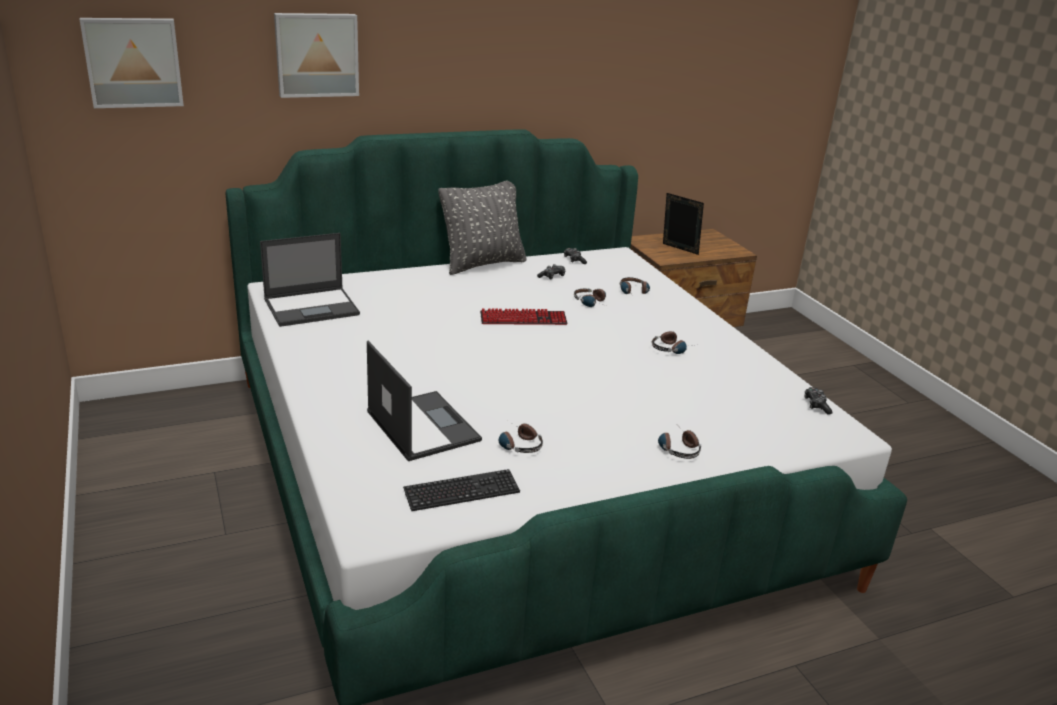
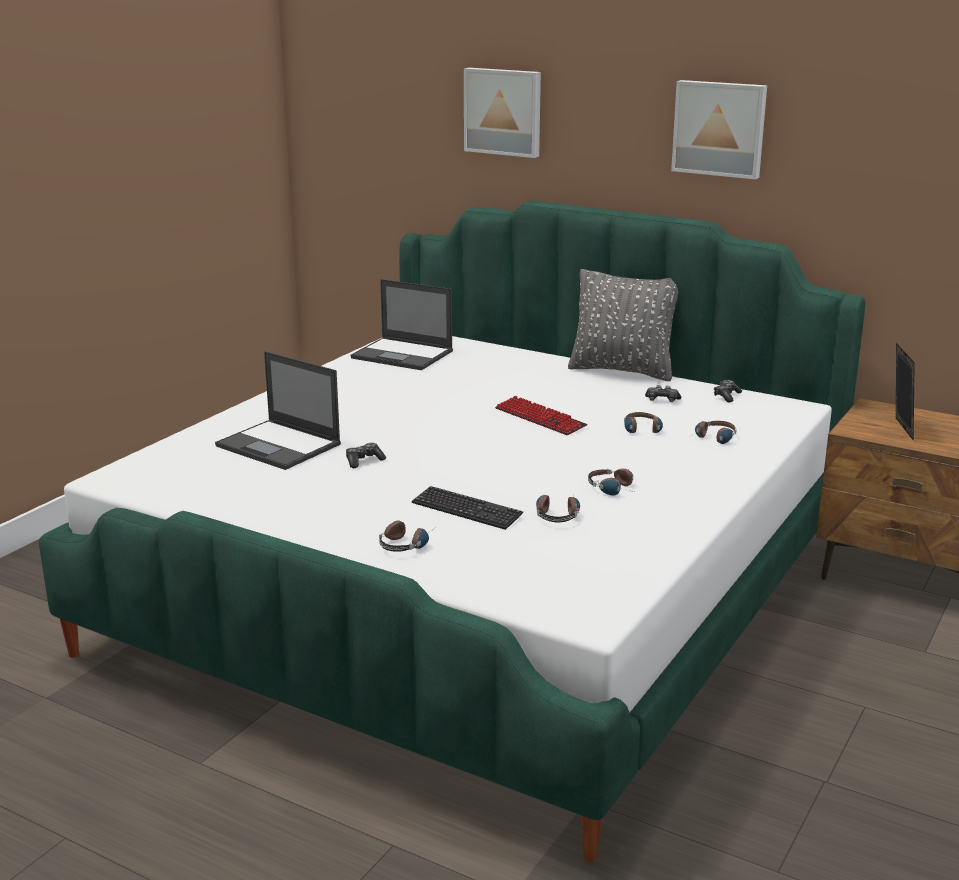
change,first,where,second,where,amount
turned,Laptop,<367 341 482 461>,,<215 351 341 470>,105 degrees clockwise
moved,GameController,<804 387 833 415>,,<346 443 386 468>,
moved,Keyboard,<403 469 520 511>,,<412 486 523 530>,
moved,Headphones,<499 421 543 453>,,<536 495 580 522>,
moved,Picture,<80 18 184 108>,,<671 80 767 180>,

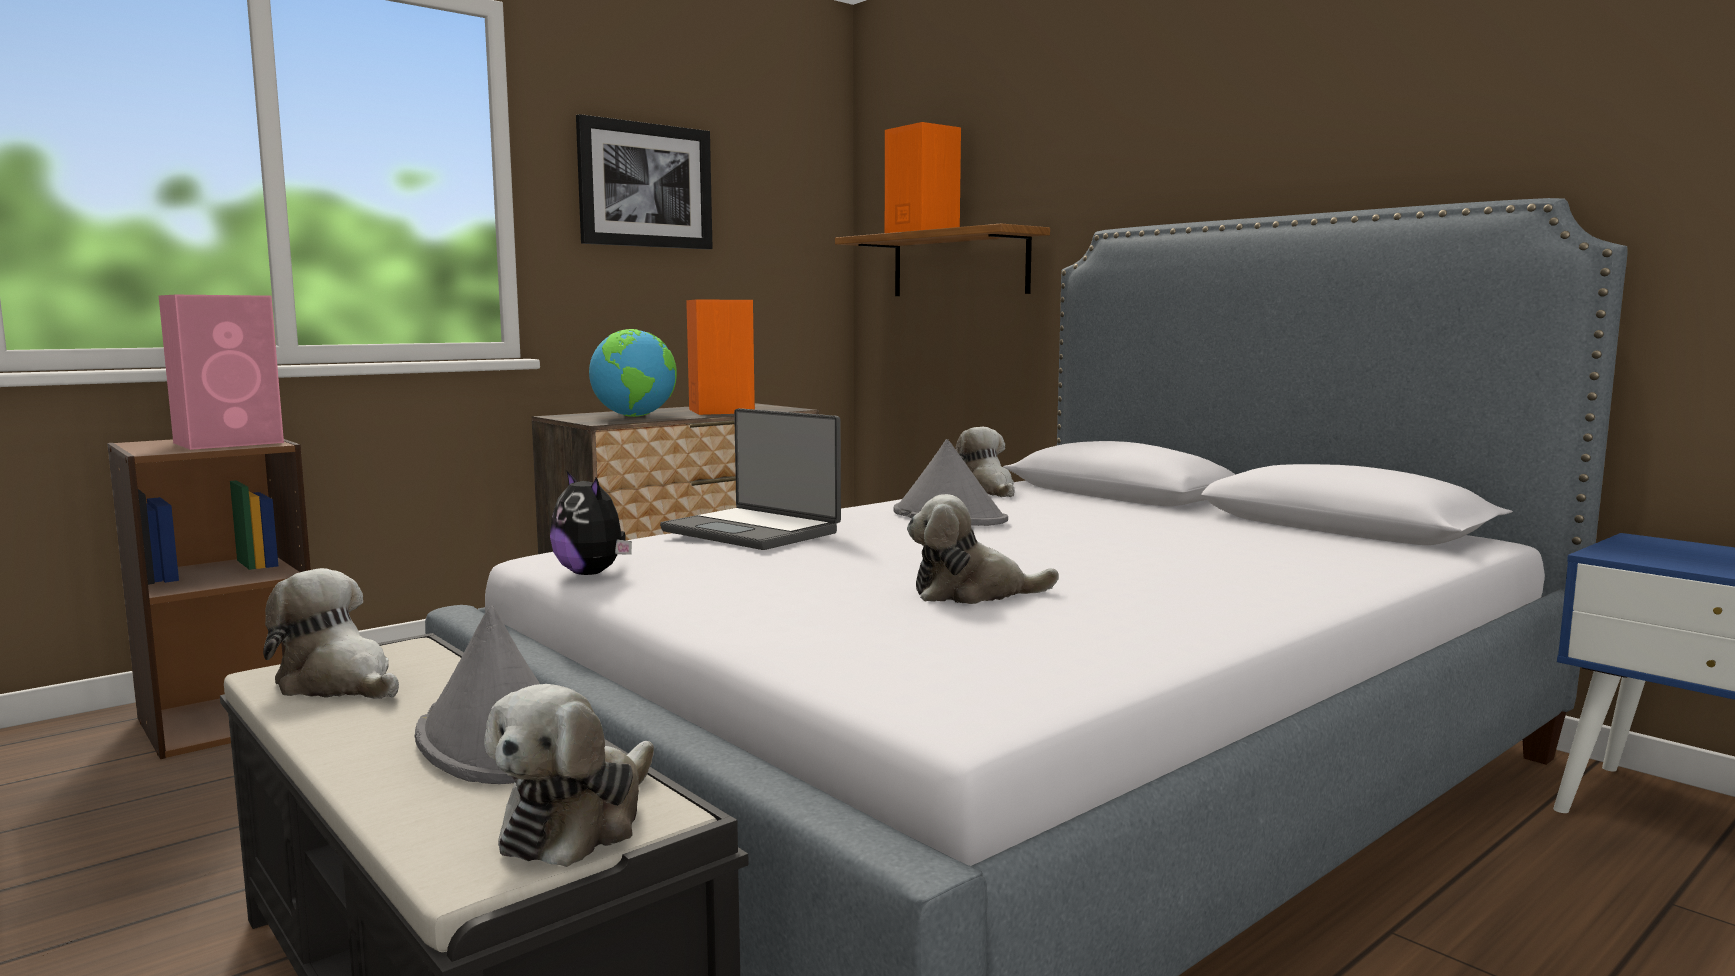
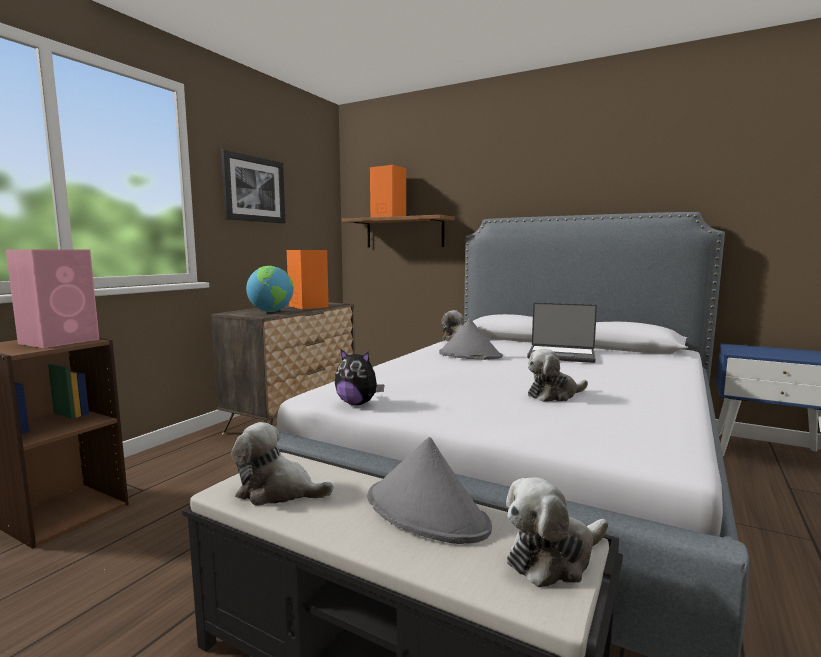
change,first,where,second,where,amount
turned,PlushToy,<484 684 654 867>,,<506 477 608 587>,60 degrees clockwise
moved,Laptop,<660 408 841 550>,,<527 302 597 363>,

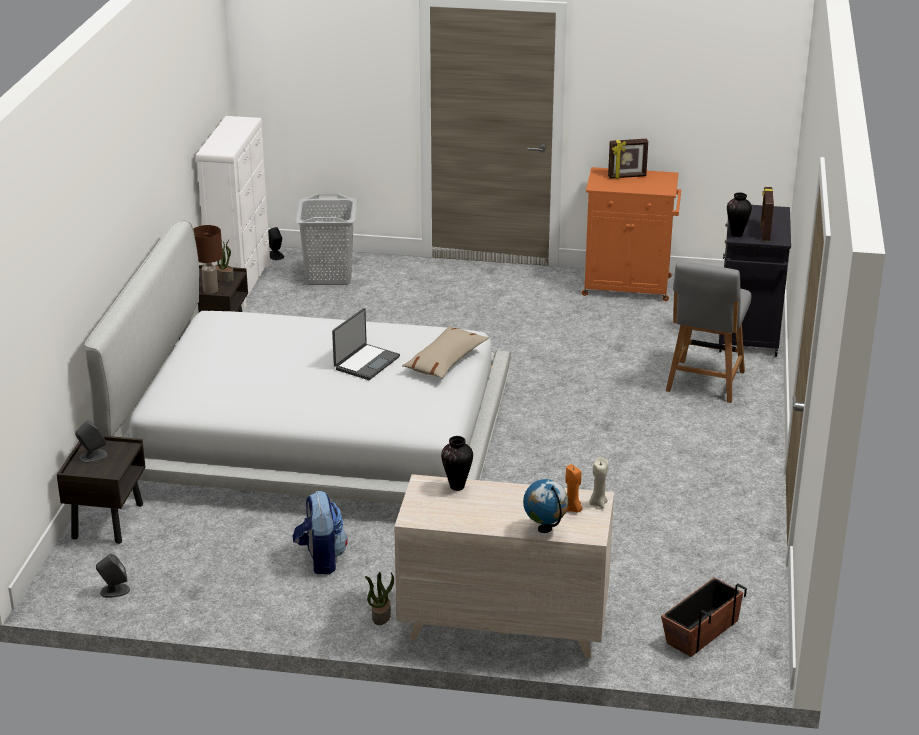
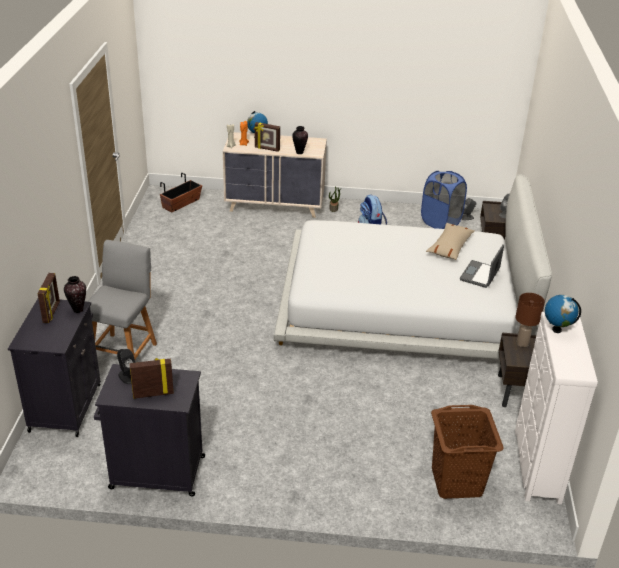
change,first,where,second,where,amount
recoloured,OrangeCabinet,<582 167 681 301>,BlackCabinet,<94 364 205 497>,
moved,BlackSpeaker,<268 227 284 260>,,<117 349 136 384>,
added,,,PictureFrame,<254 122 280 152>,
added,,,BlueLaundryBasket,<421 171 467 229>,
moved,BeigePillow,<402 327 489 379>,,<426 223 475 260>,
recoloured,GreyLaundryBasket,<295 194 357 285>,BrownLaundryBasket,<431 405 504 499>,
moved,Laptop,<332 308 400 380>,,<460 244 504 288>,
added,,,Globe,<545 295 581 333>,
removed,PottedPlant,<215 240 234 282>,,,

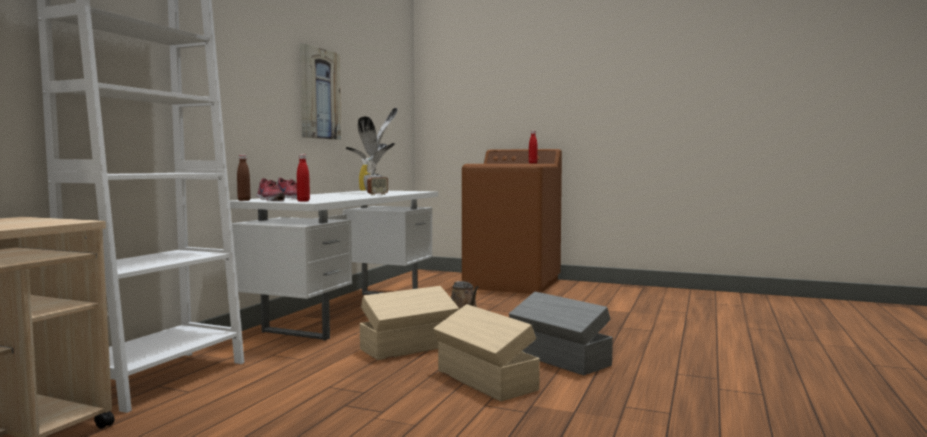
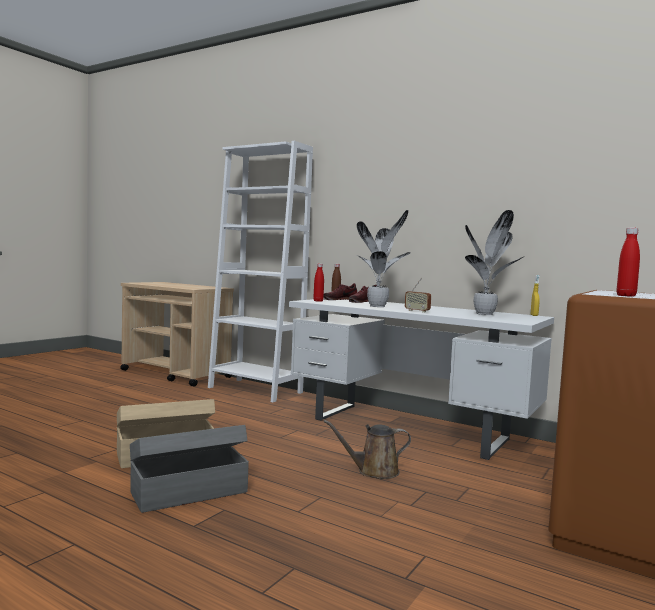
change,first,where,second,where,amount
added,,,PottedPlant,<356 210 411 307>,
removed,Picture,<300 43 341 140>,,,
removed,BeigeStorageBox,<360 286 459 360>,,,

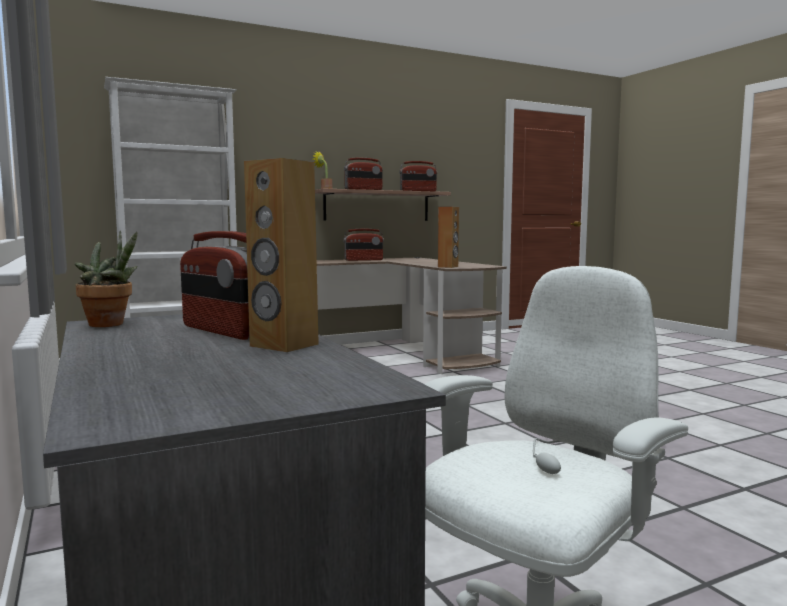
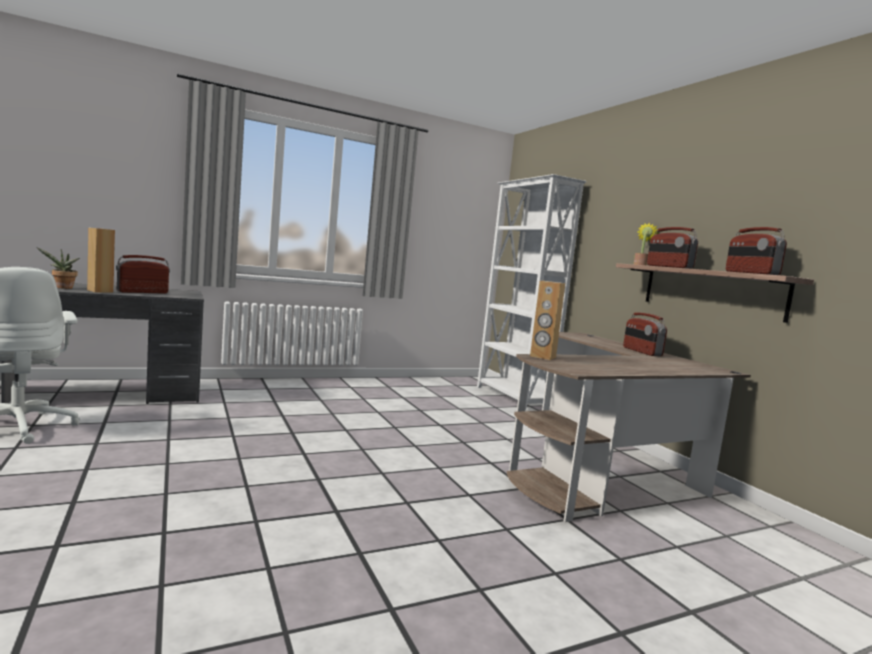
change,first,where,second,where,amount
moved,PottedPlant,<75 231 138 327>,,<36 247 80 289>,

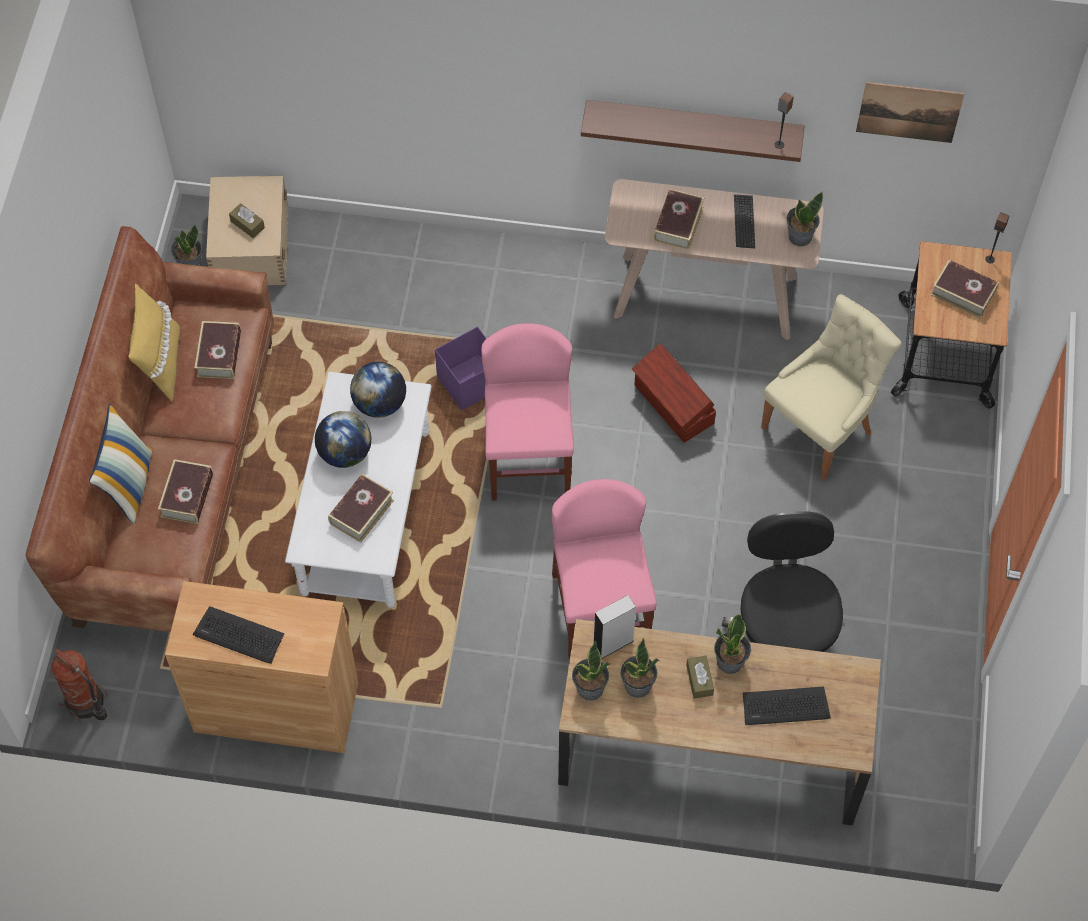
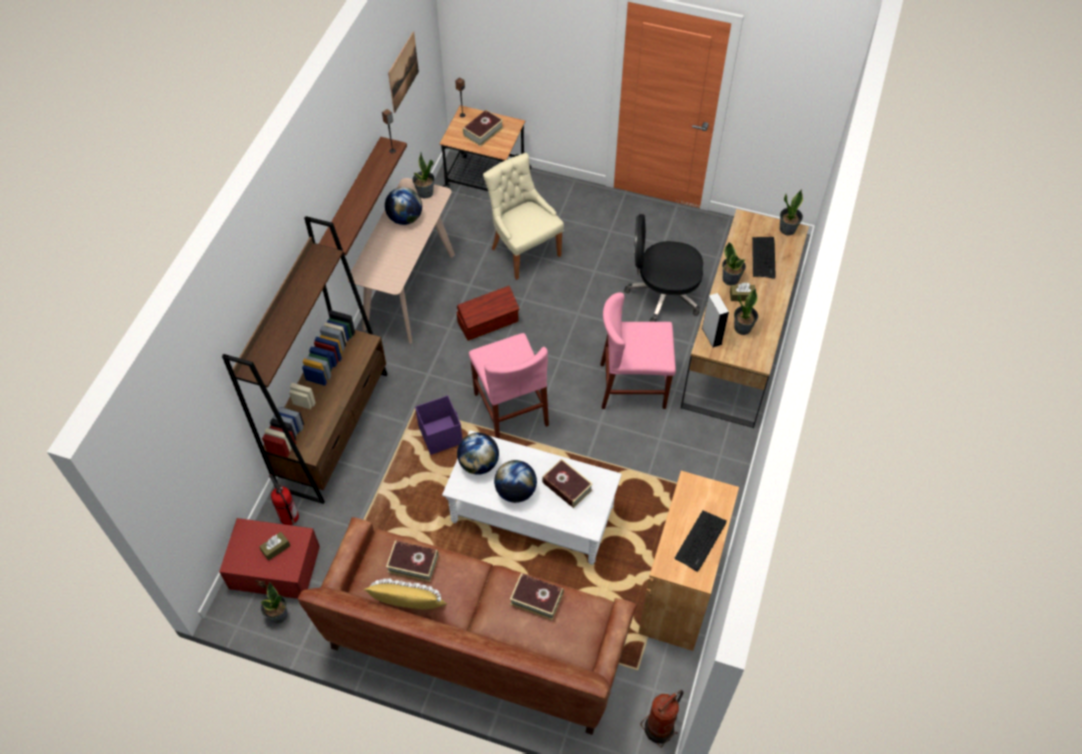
change,first,where,second,where,amount
recoloured,BeigeStorageBox,<206 176 288 285>,RedStorageBox,<219 518 320 599>,
added,,,BrownBookcase,<222 216 388 504>,
added,,,FireExtinguisher,<269 474 299 525>,
replaced,Keyboard,<734 194 755 248>,Globe,<385 187 422 225>,
turned,PinkChair,<481 323 574 501>,,<469 333 549 439>,120 degrees counterclockwise
moved,PottedPlant,<572 641 610 701>,,<780 189 803 236>,
removed,Pillow,<89 404 153 524>,,,
removed,Book,<653 189 704 250>,,,

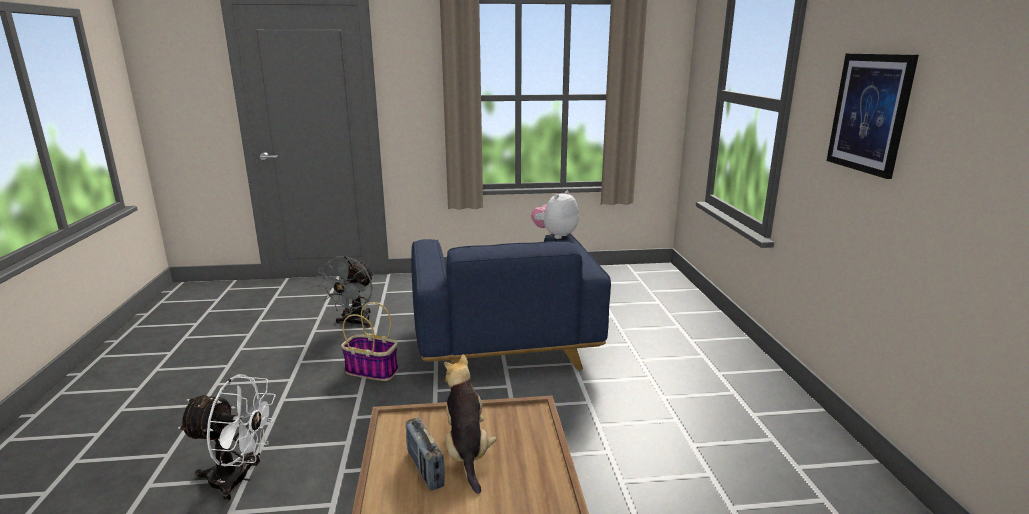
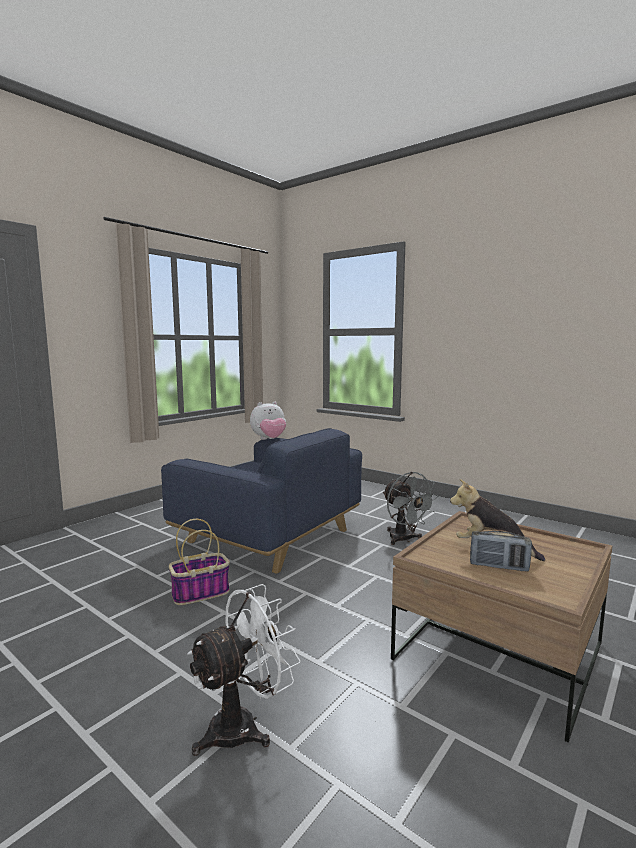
change,first,where,second,where,amount
turned,PlushToy,<531 191 579 239>,,<250 401 286 440>,105 degrees counterclockwise
moved,GreyFan,<316 256 374 328>,,<383 471 437 545>,
removed,Picture,<826 53 919 179>,,,

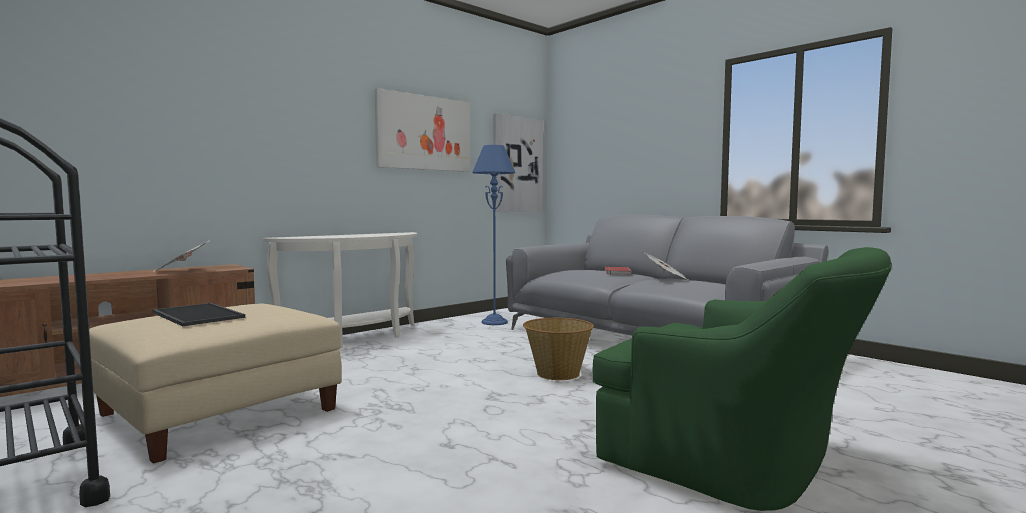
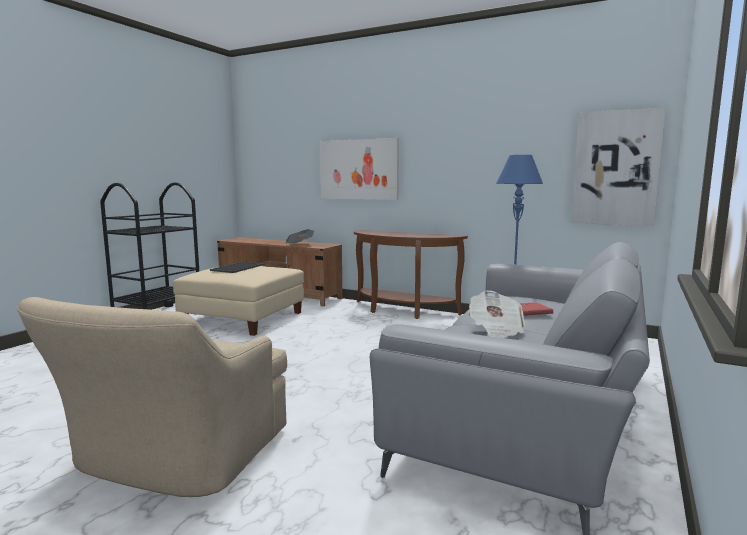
change,first,where,second,where,amount
recoloured,GreenArmchair,<593 247 892 511>,BeigeArmchair,<17 297 287 497>,
moved,Picture,<375 88 470 172>,,<320 138 399 200>,
recoloured,WhiteConsoleTable,<262 232 417 348>,BrownConsoleTable,<354 230 468 319>,
removed,Basket,<523 318 594 380>,,,

